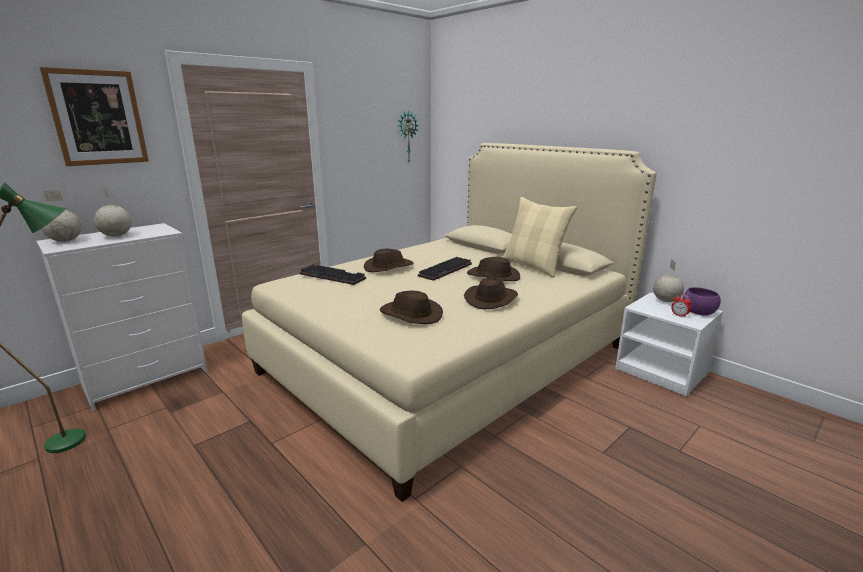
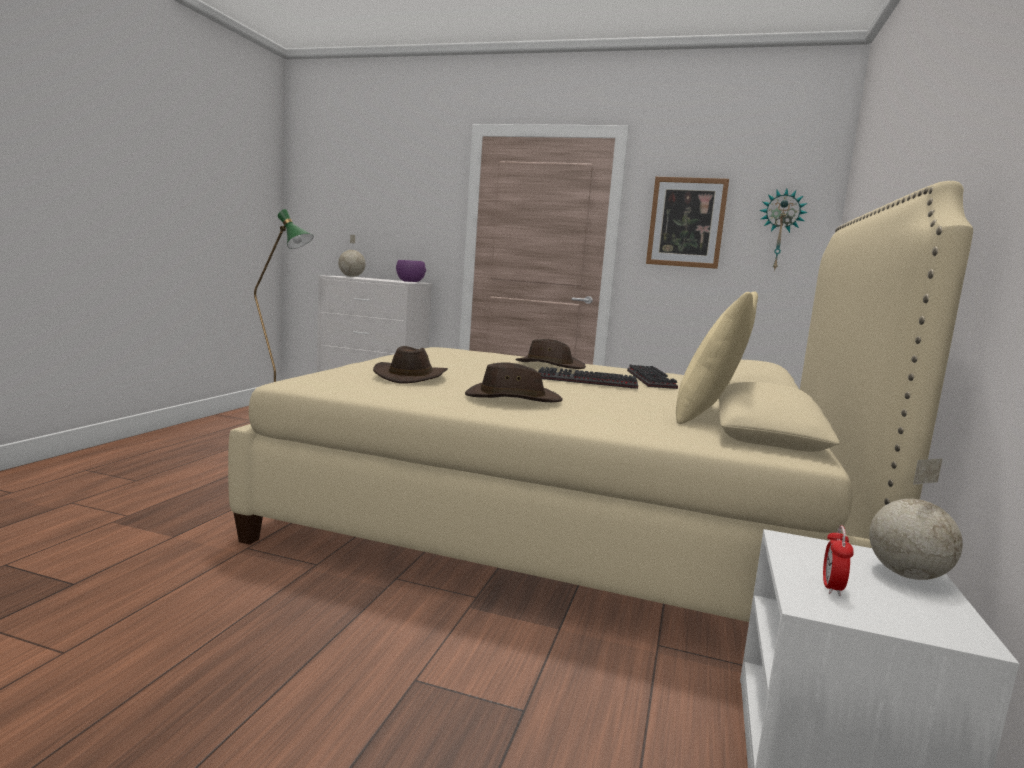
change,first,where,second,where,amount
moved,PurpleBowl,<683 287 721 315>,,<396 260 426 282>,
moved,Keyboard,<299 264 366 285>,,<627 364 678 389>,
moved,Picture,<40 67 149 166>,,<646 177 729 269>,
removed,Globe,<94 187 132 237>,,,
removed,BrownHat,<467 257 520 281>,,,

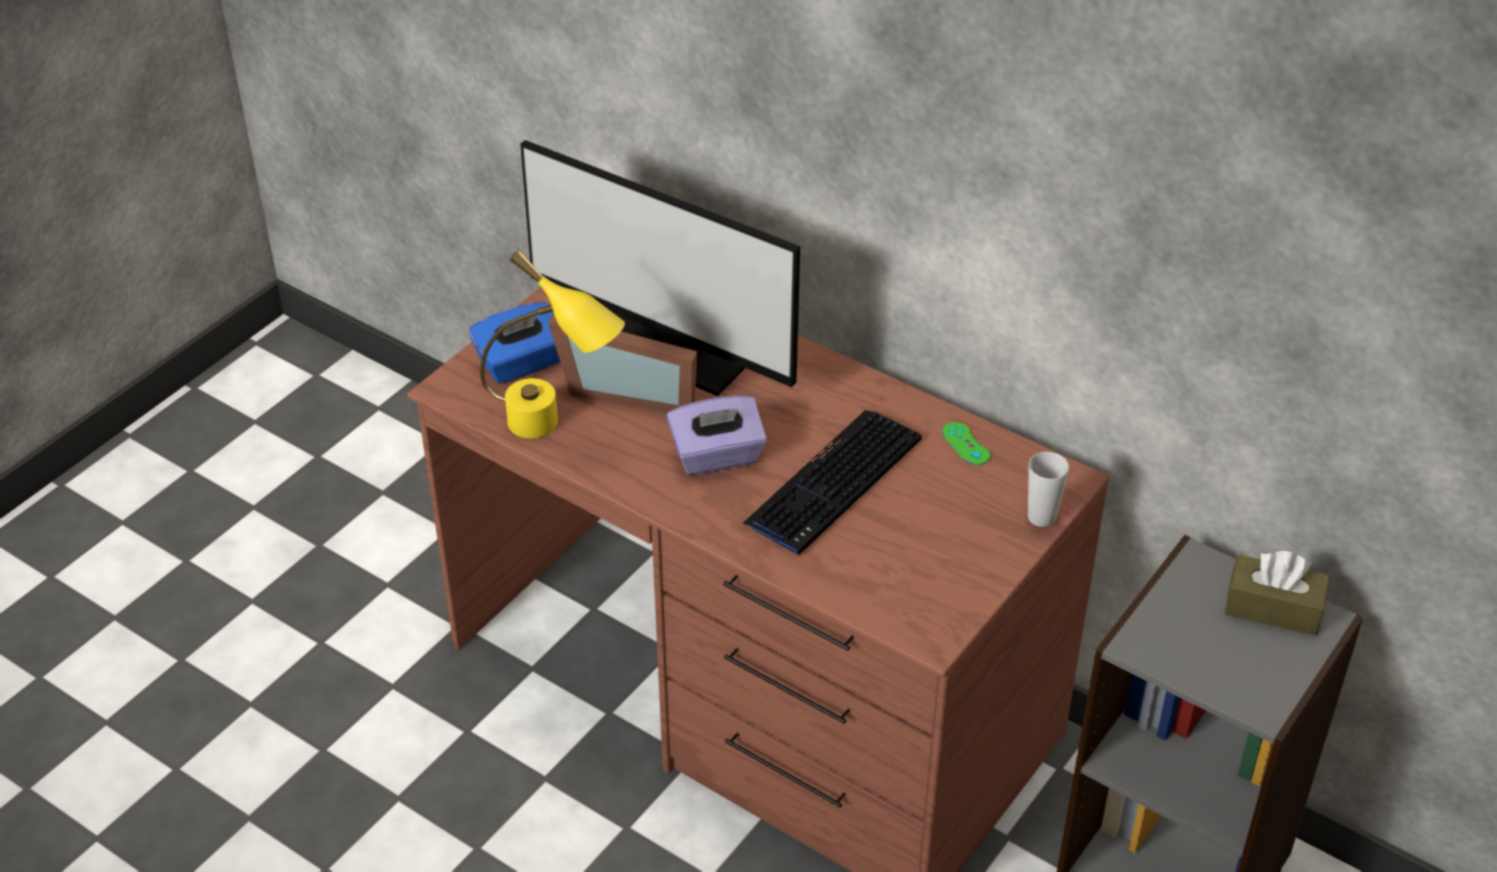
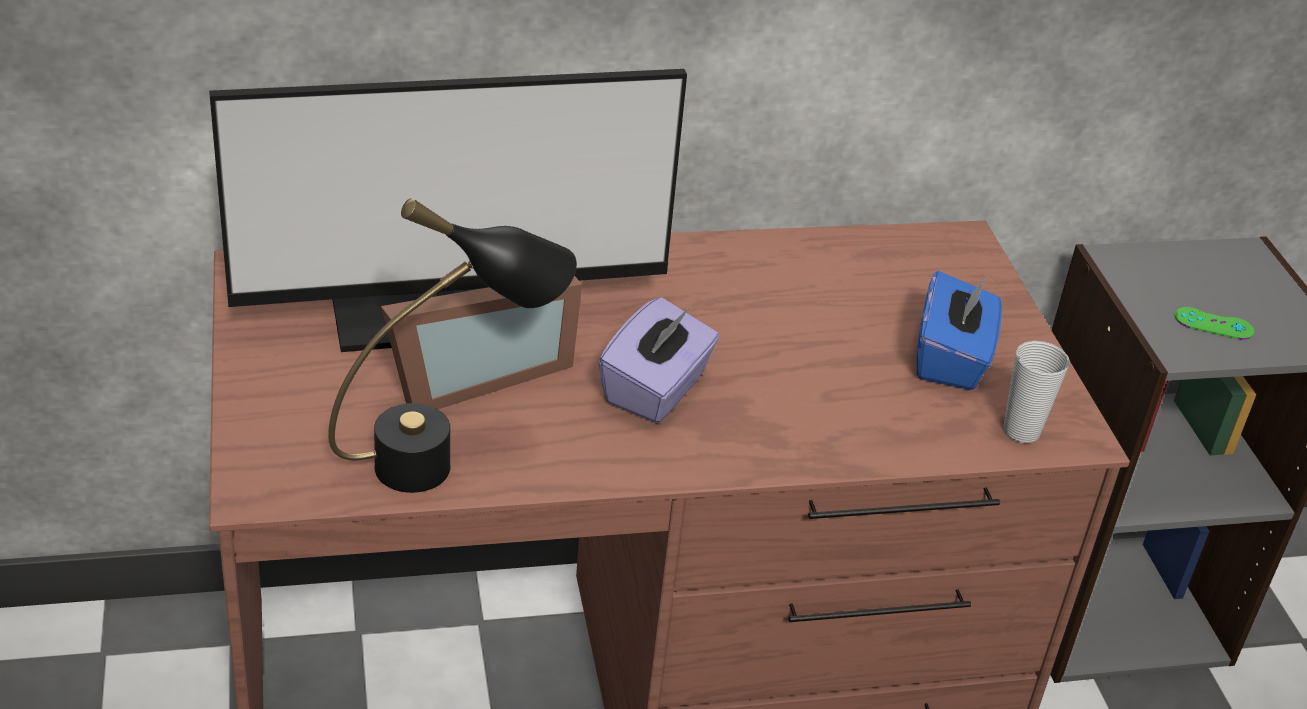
change,first,where,second,where,amount
recoloured,YellowTableLamp,<480 250 625 438>,BlackTableLamp,<328 198 577 493>,
moved,BlueTissueBox,<469 302 560 384>,,<917 271 1002 390>,
moved,Cup,<1028 452 1069 527>,,<1003 341 1070 443>,
moved,GreenGameController,<942 422 990 465>,,<1175 307 1254 340>,
removed,Keyboard,<742 410 922 556>,,,
removed,BrownTissueBox,<1225 551 1330 636>,,,

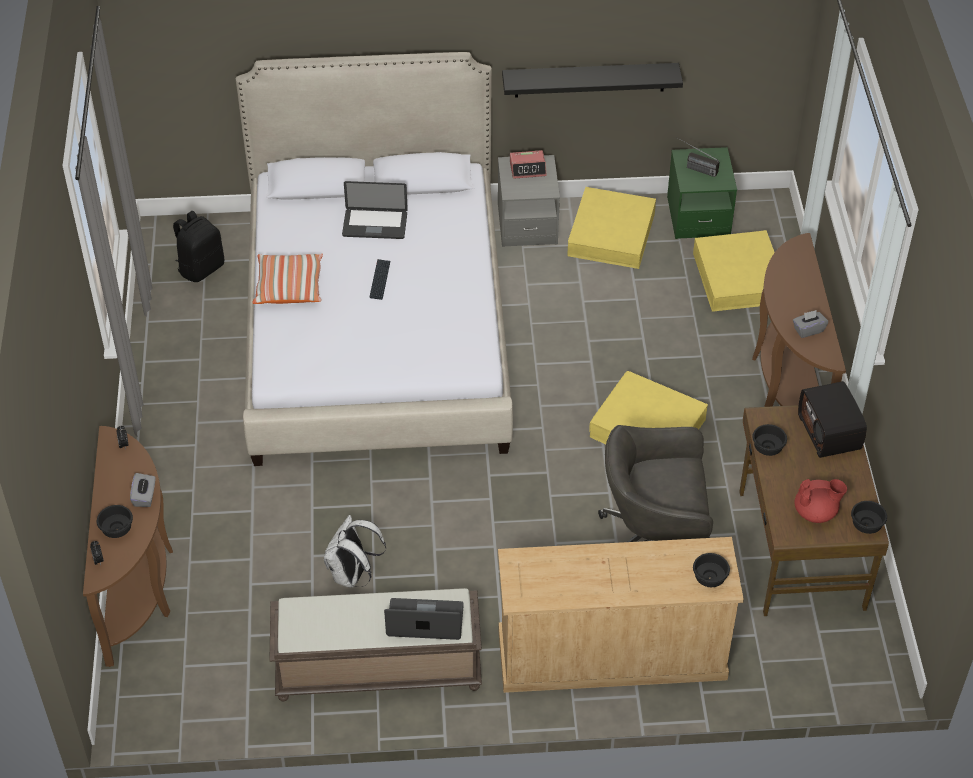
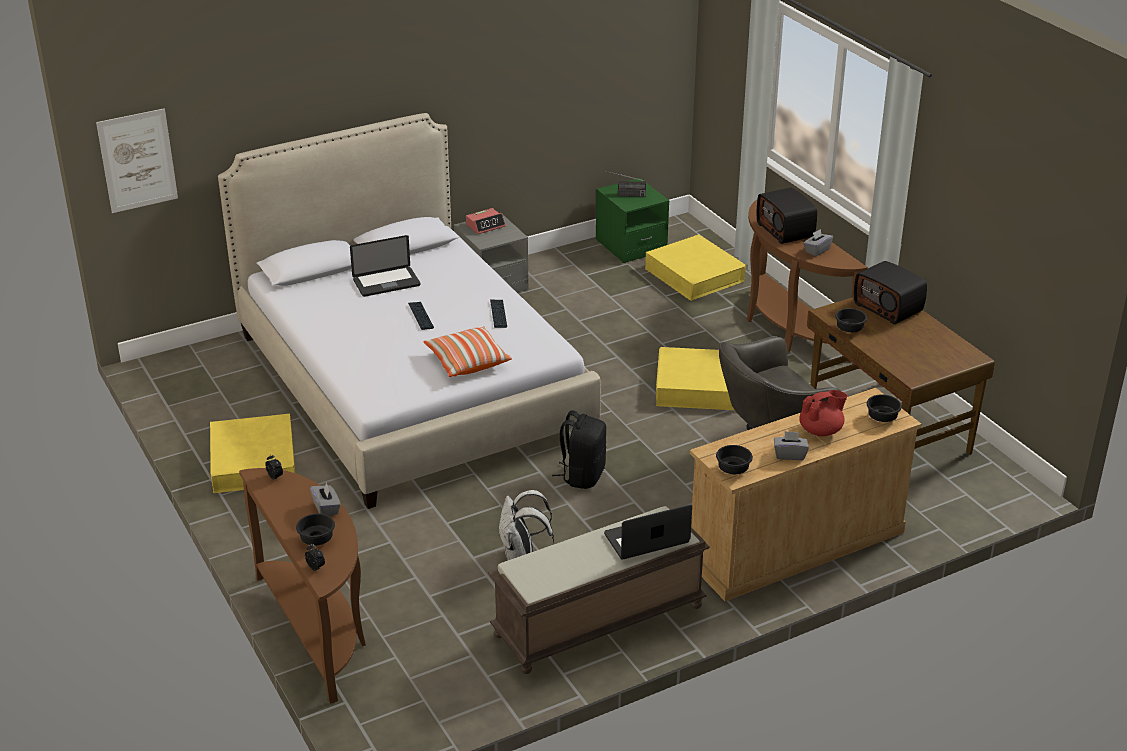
change,first,where,second,where,amount
added,,,Picture,<96 108 178 213>,
moved,YellowStorageBox,<567 187 656 269>,,<210 413 295 493>,
moved,Pillow,<252 254 323 304>,,<424 326 512 377>,
added,,,Keyboard,<490 299 507 328>,
moved,BlackBackpack,<173 211 224 282>,,<552 410 606 489>,
moved,BlackBowl,<851 501 887 534>,,<716 445 753 474>,
added,,,Radio,<757 187 817 244>,
added,,,GreyTissueBox,<774 431 809 460>,
moved,RedTeapot,<795 479 847 523>,,<799 390 847 436>,
removed,BlackShelf,<502 63 683 98>,,,

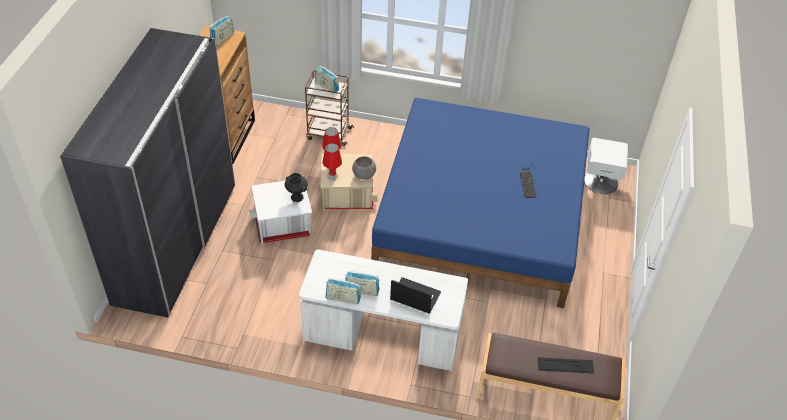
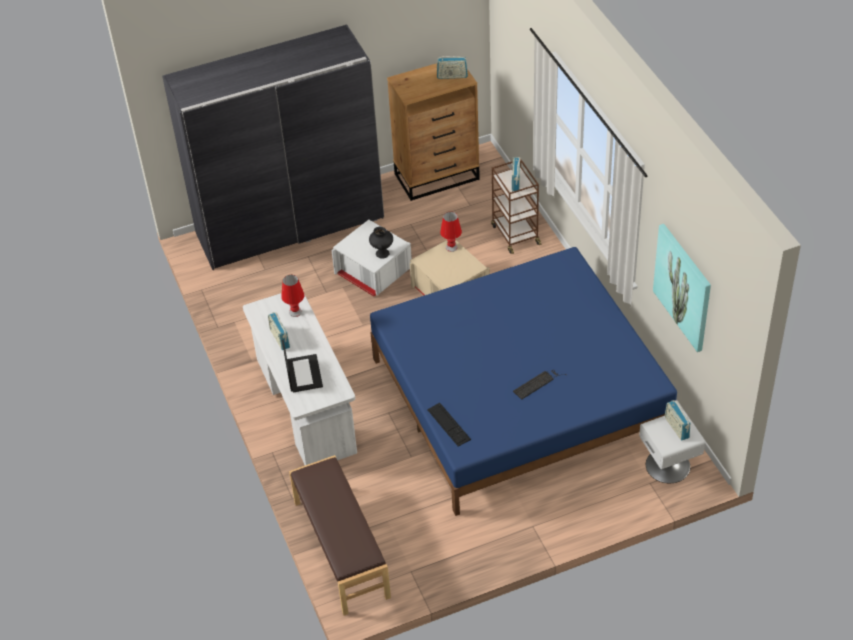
change,first,where,second,where,amount
moved,RedTableLamp,<323 143 342 180>,,<281 275 304 317>,
moved,Keyboard,<538 357 594 374>,,<427 403 471 446>,
added,,,Picture,<653 224 711 352>,
moved,Radio,<325 278 361 304>,,<665 400 690 440>,
removed,GreyBowl,<352 156 376 180>,,,

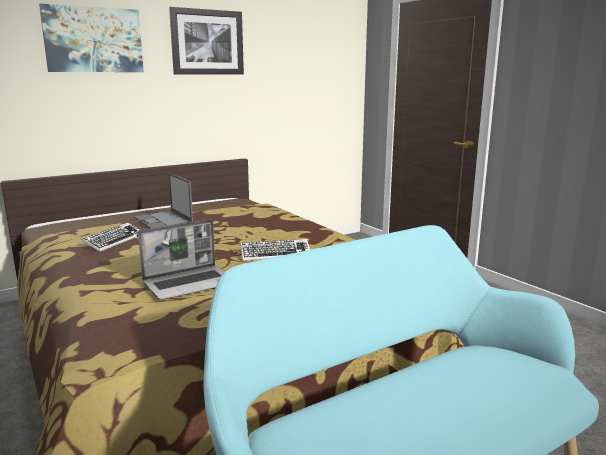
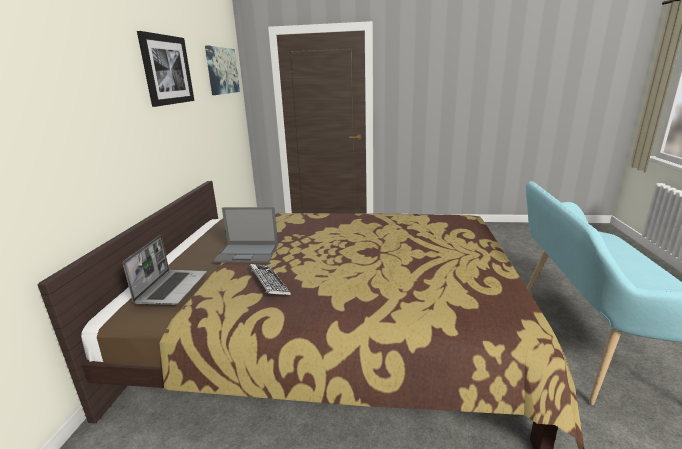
change,first,where,second,where,amount
moved,Laptop,<138 219 224 300>,,<123 235 207 305>,
moved,Picture,<39 4 144 72>,,<205 46 240 95>,
removed,Keyboard,<241 239 310 261>,,,

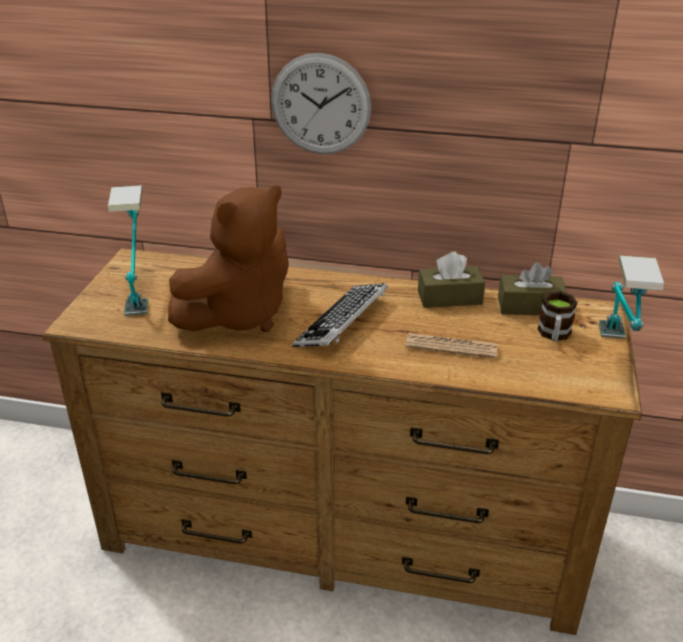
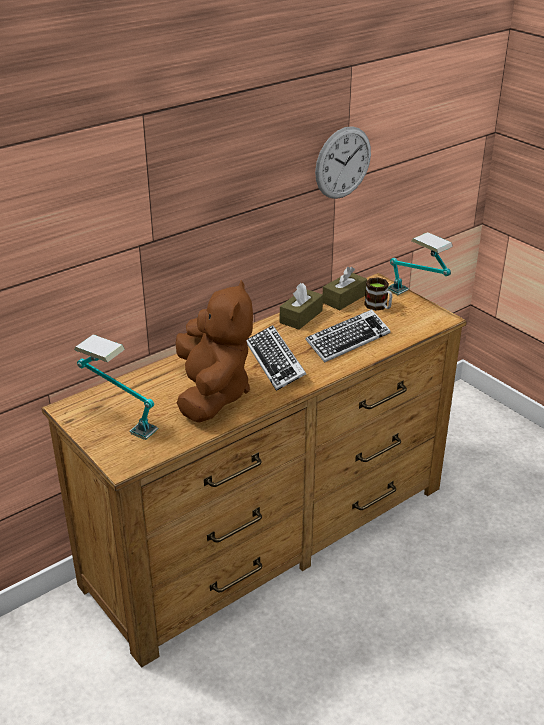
change,first,where,second,where,amount
replaced,Newspaper,<405 333 497 358>,Keyboard,<305 309 391 363>,
moved,WallClock,<271 53 371 154>,,<315 126 371 199>,

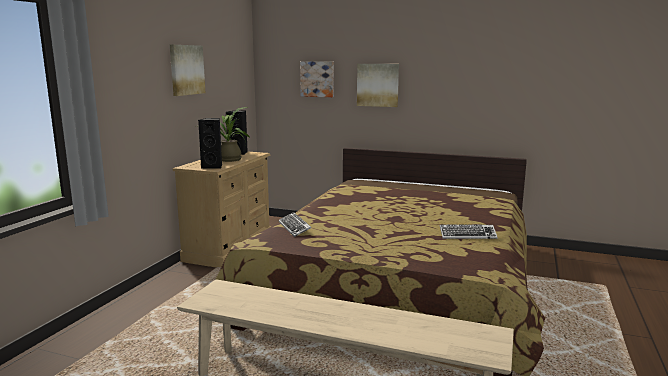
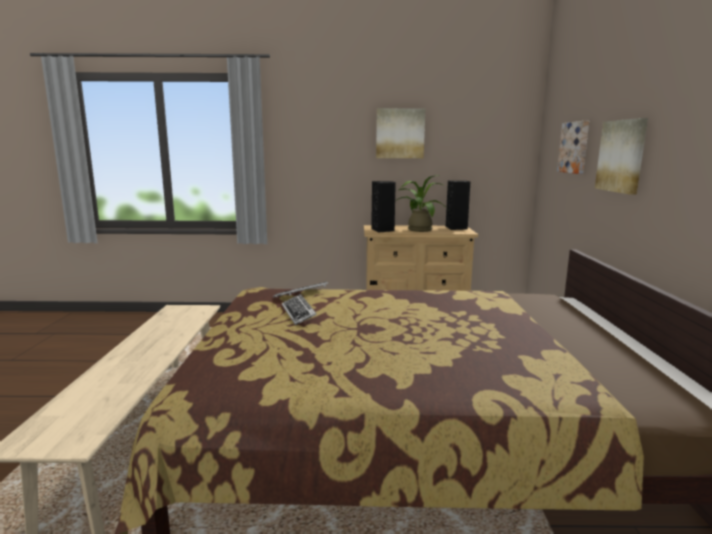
change,first,where,second,where,amount
moved,Keyboard,<440 224 498 239>,,<282 294 317 325>,

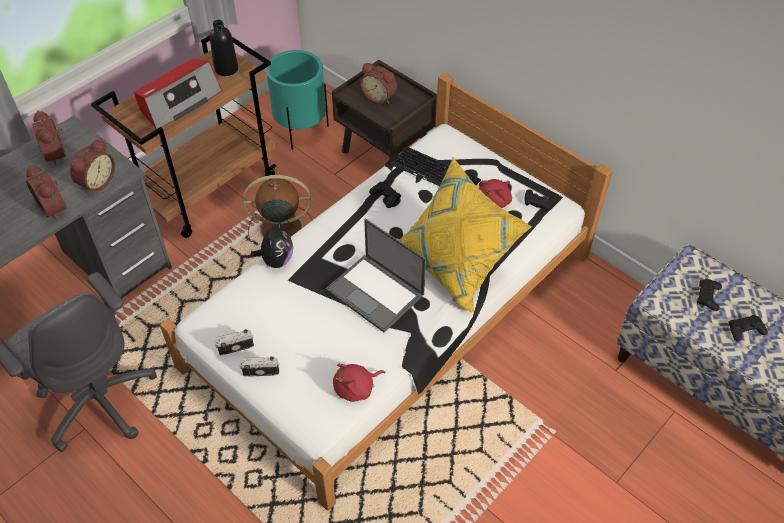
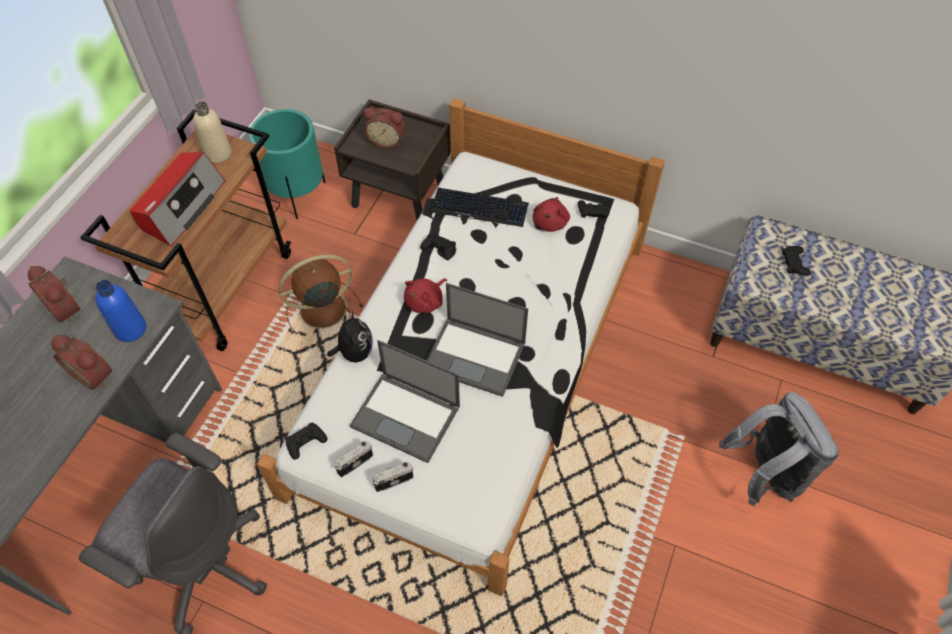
change,first,where,second,where,amount
replaced,AlarmClock,<70 139 115 195>,BlueBottle,<96 280 146 342>,
recoloured,BlackBottle,<210 20 238 76>,BeigeBottle,<193 101 232 163>,
moved,BlackGameController,<728 315 768 341>,,<285 422 327 460>,
added,,,Laptop,<349 340 460 463>,
moved,RedPlushToy,<333 364 385 402>,,<404 278 447 313>,
added,,,GreyBackpack,<719 392 839 507>,
removed,YellowPillow,<397 157 532 314>,,,

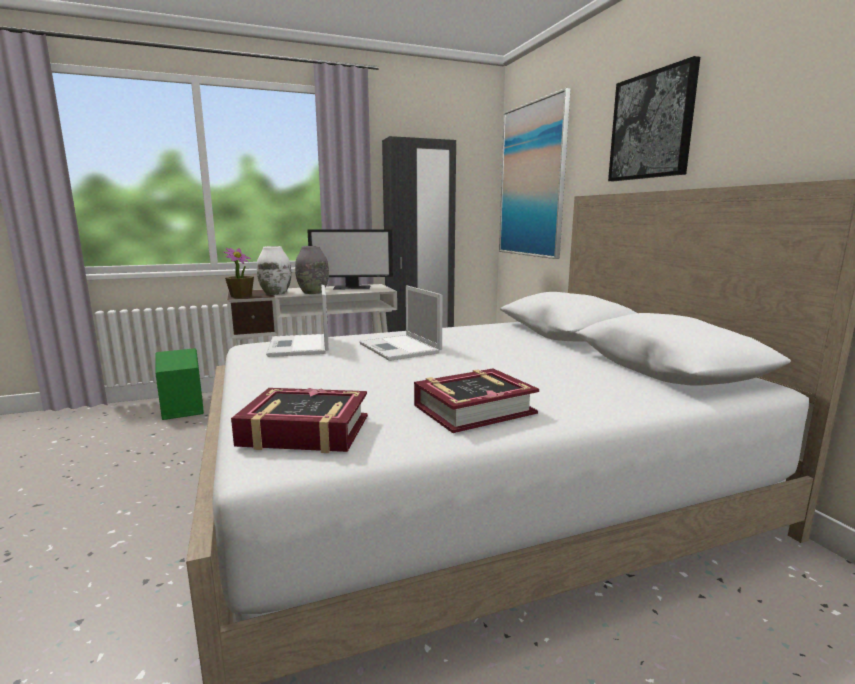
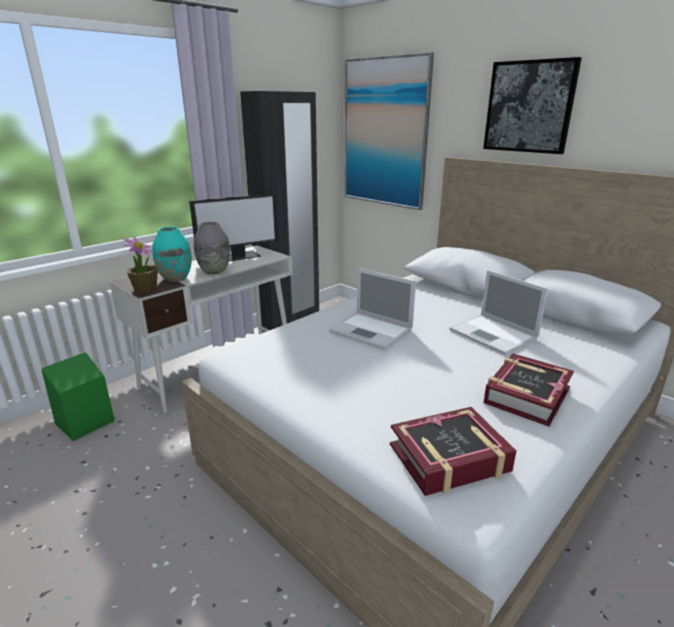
change,first,where,second,where,amount
recoloured,WhiteVase,<257 246 291 295>,TurquoiseVase,<152 227 192 282>,
moved,Laptop,<266 285 329 357>,,<449 270 548 355>,

